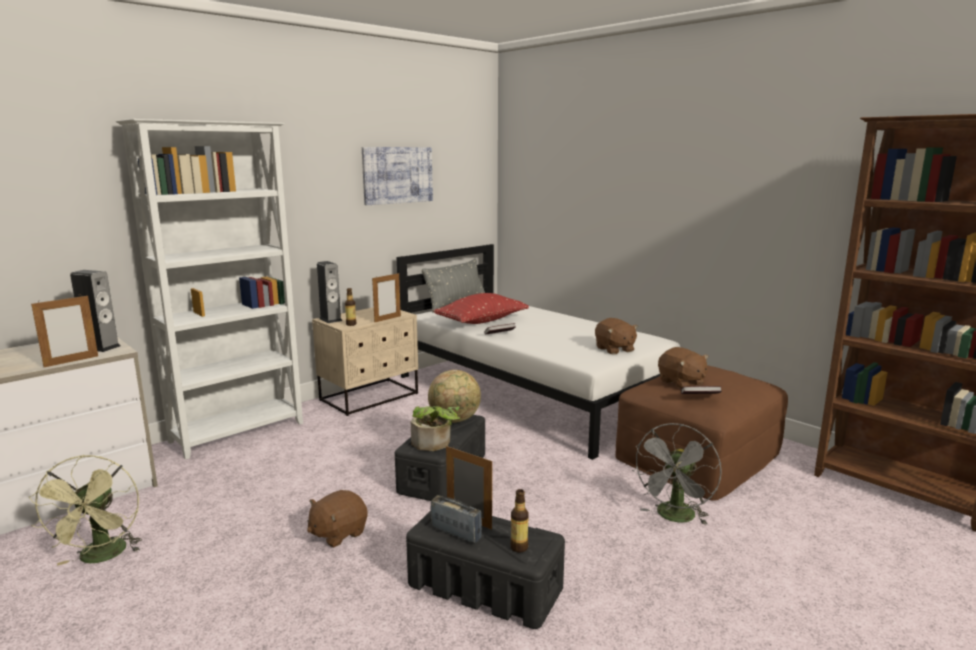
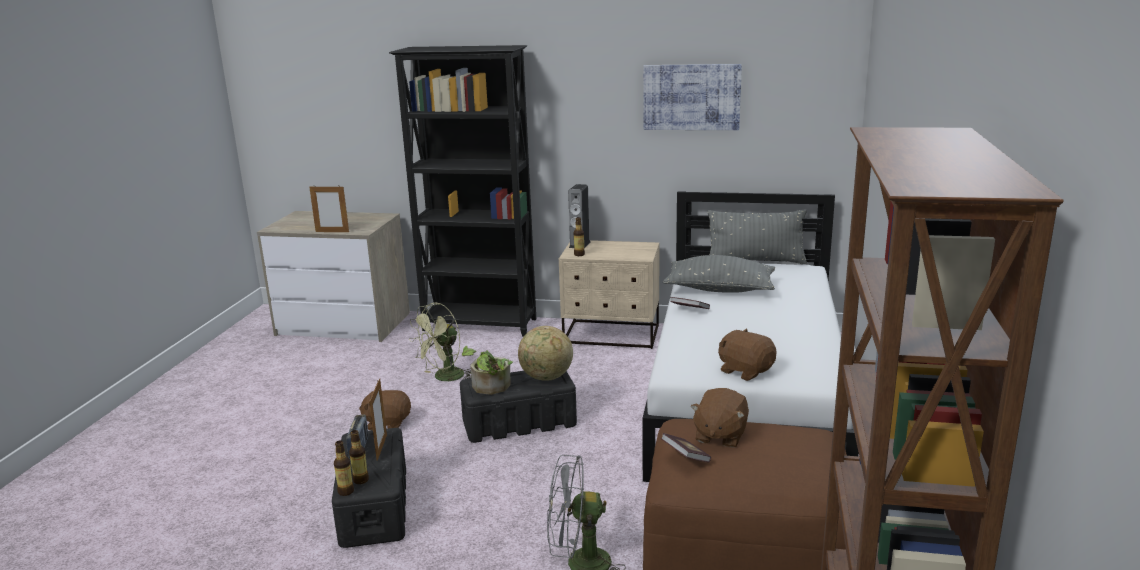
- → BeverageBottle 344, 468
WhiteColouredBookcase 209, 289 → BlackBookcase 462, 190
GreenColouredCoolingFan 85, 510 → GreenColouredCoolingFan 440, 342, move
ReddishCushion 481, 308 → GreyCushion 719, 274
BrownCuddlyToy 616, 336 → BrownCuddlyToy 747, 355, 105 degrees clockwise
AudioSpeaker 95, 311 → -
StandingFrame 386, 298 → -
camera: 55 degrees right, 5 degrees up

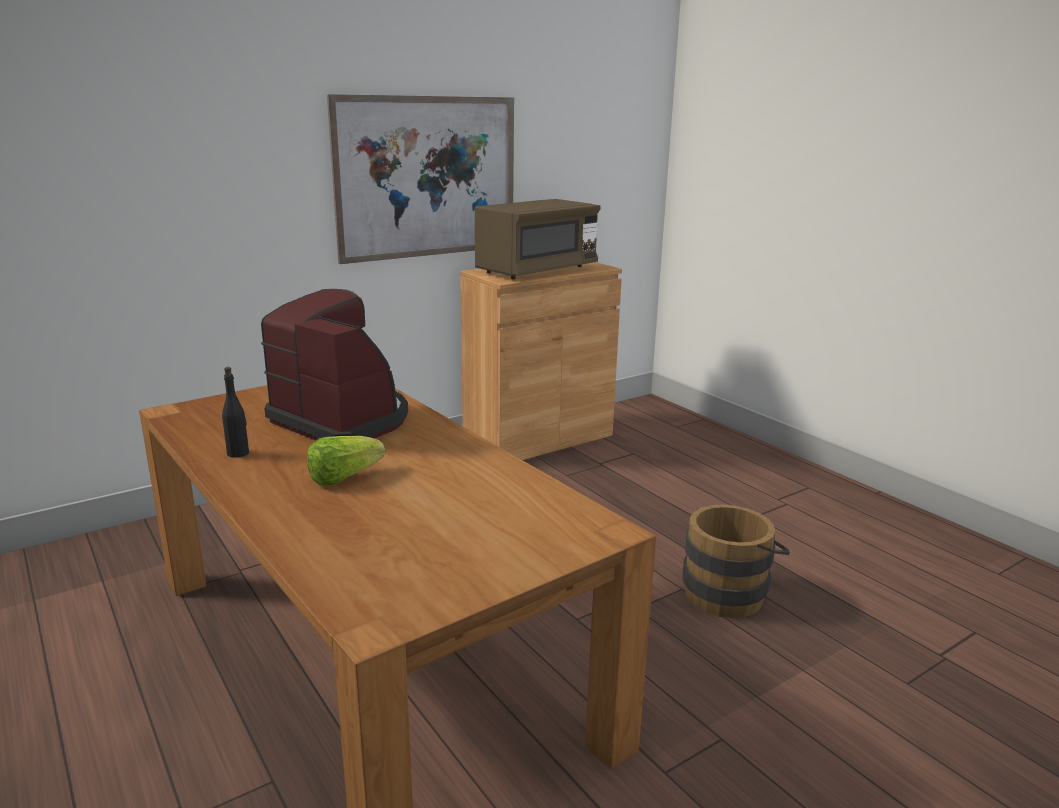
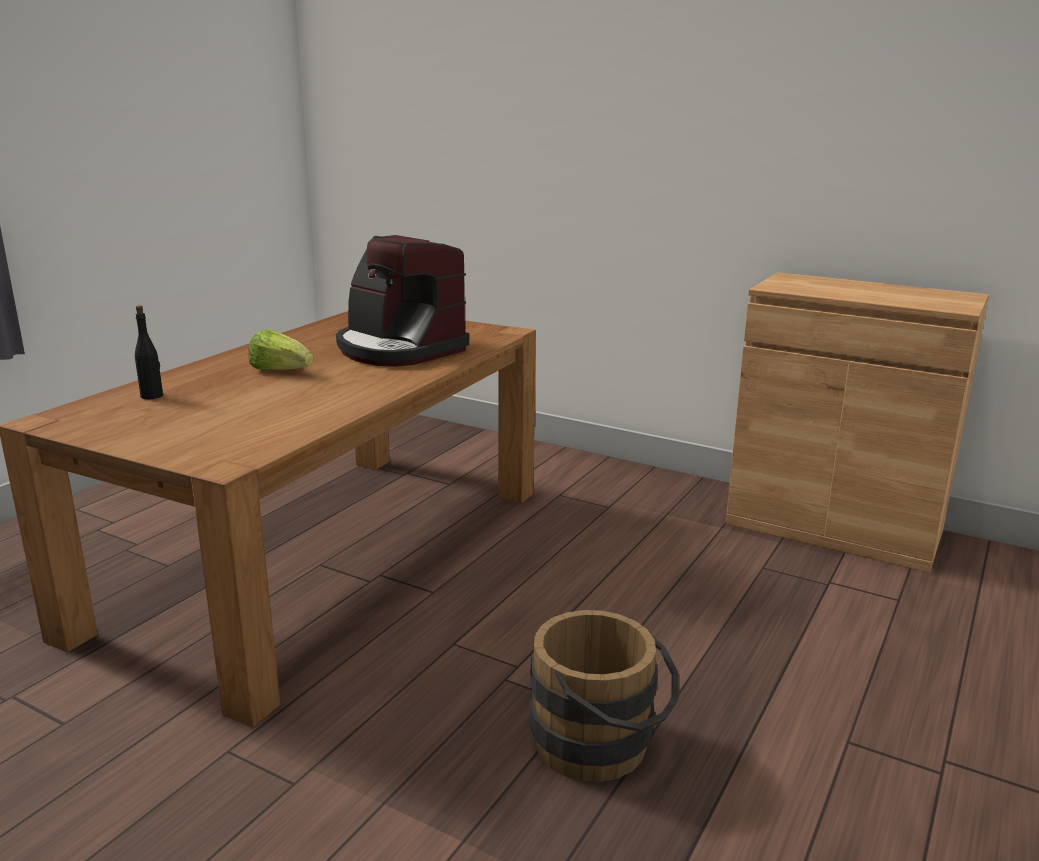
BlackBeverageBottle 235, 412 → BlackBeverageBottle 149, 352, move
CoffeeMaker 334, 365 → CoffeeMaker 402, 301, 120 degrees clockwise
WallArt 420, 179 → -
BrownKitchenMicrowave 538, 239 → -
camera: 65 degrees right, 0 degrees up

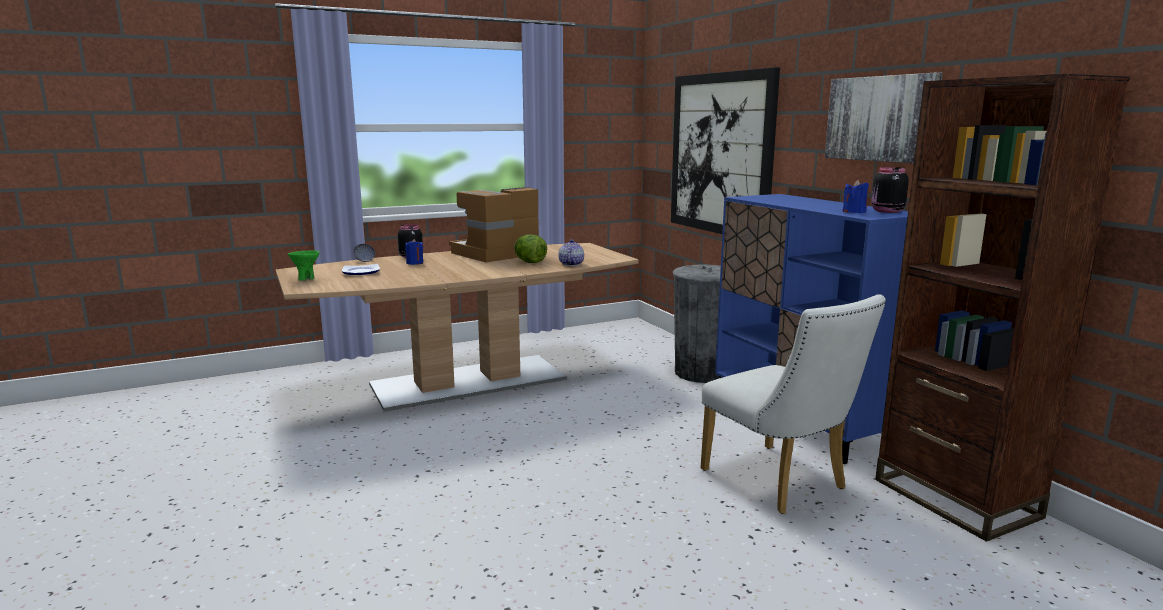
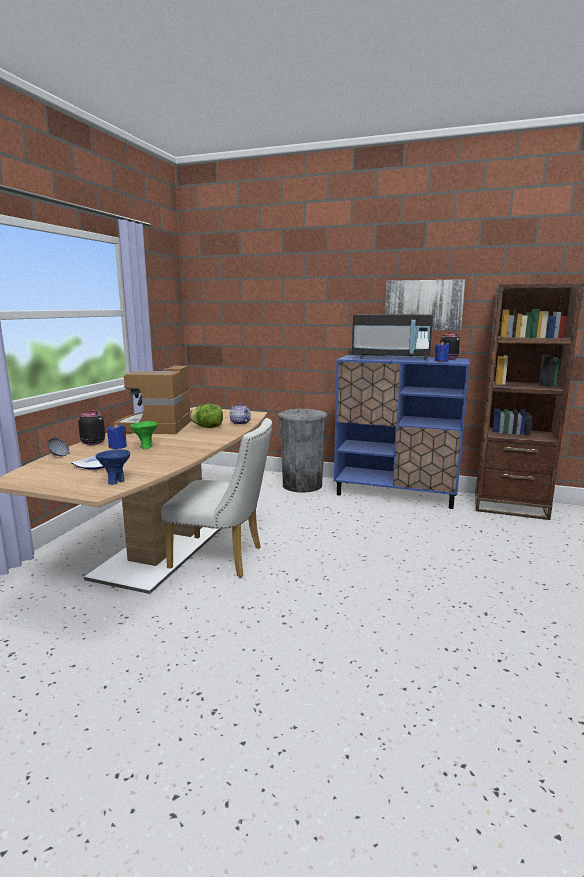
- → BlueDeepDish 113, 467
GreenColouredDeepDish 303, 265 → GreenColouredDeepDish 144, 435, move
WhiteColouredUprightChair 793, 404 → WhiteColouredUprightChair 216, 498, move
- → BlackKitchenMicrowave 392, 337
WallArt 725, 150 → -
camera: 45 degrees left, 0 degrees up

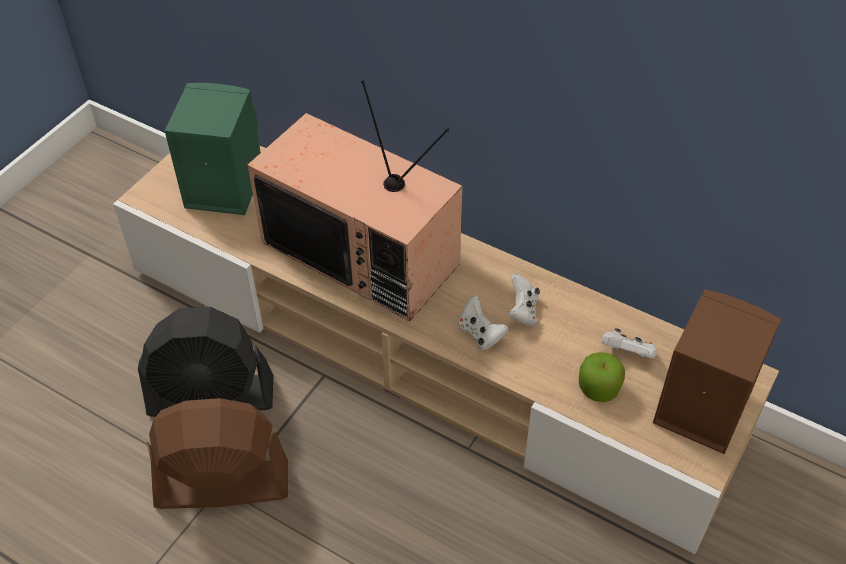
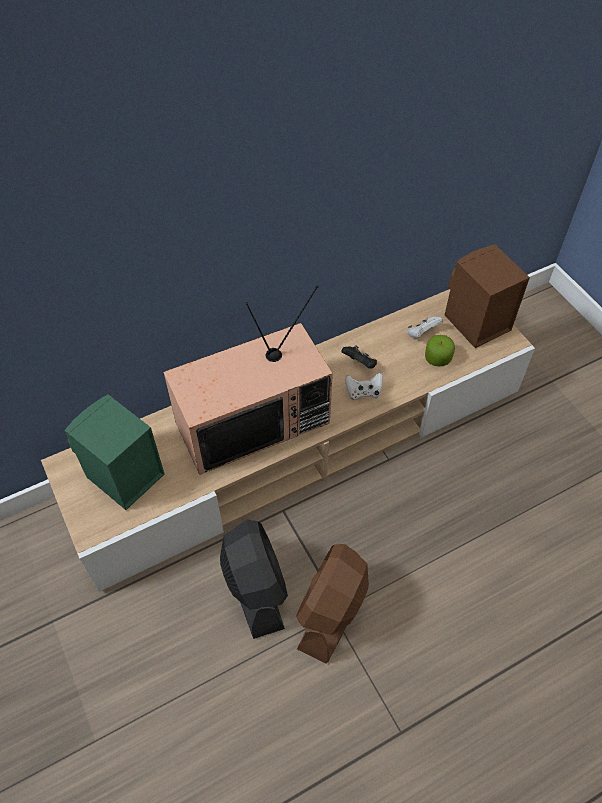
BlackCoolingFan 205, 362 → BlackCoolingFan 254, 579, 45 degrees counterclockwise
WhiteColouredJoypad 524, 300 → BlackJoypad 359, 357
camera: 60 degrees left, 5 degrees up

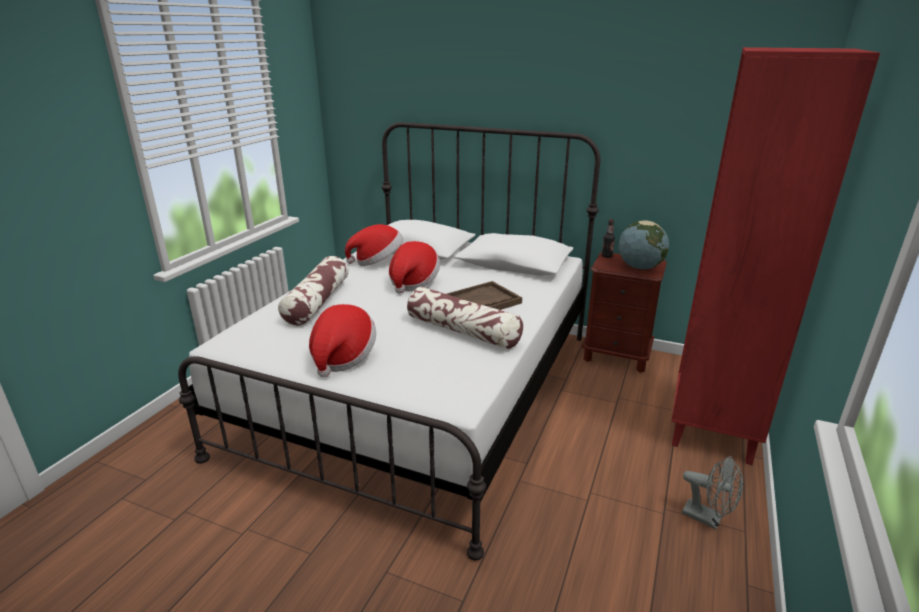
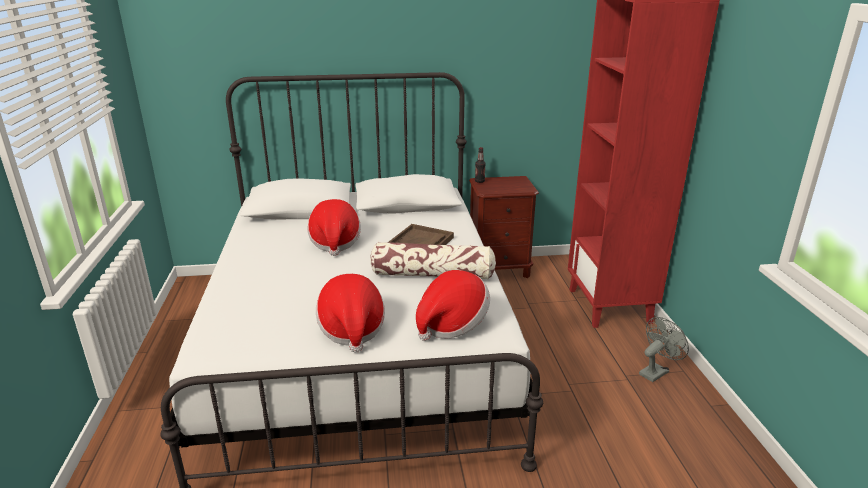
Hat 374, 245 → Hat 453, 305, move
GreyCoolingFan 712, 492 → GreyCoolingFan 664, 349, 45 degrees counterclockwise
Cushion 313, 291 → -
WorldGlobe 643, 245 → -
camera: 30 degrees left, 0 degrees up

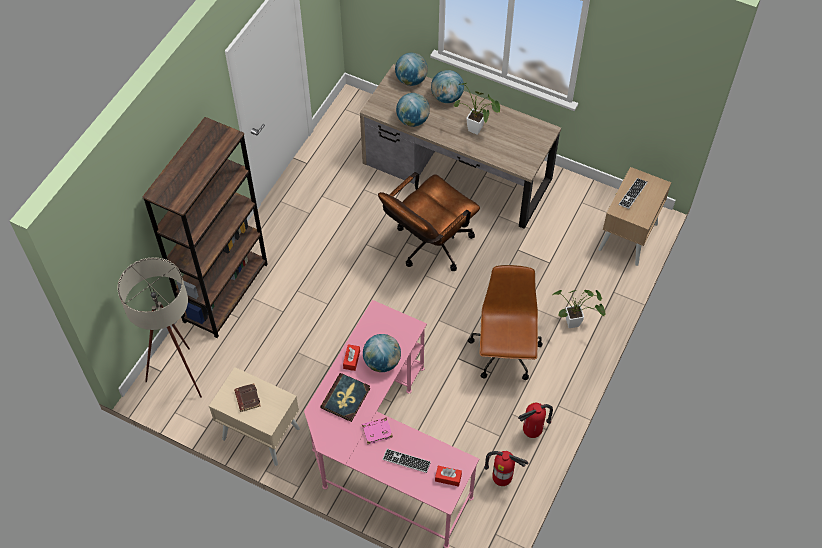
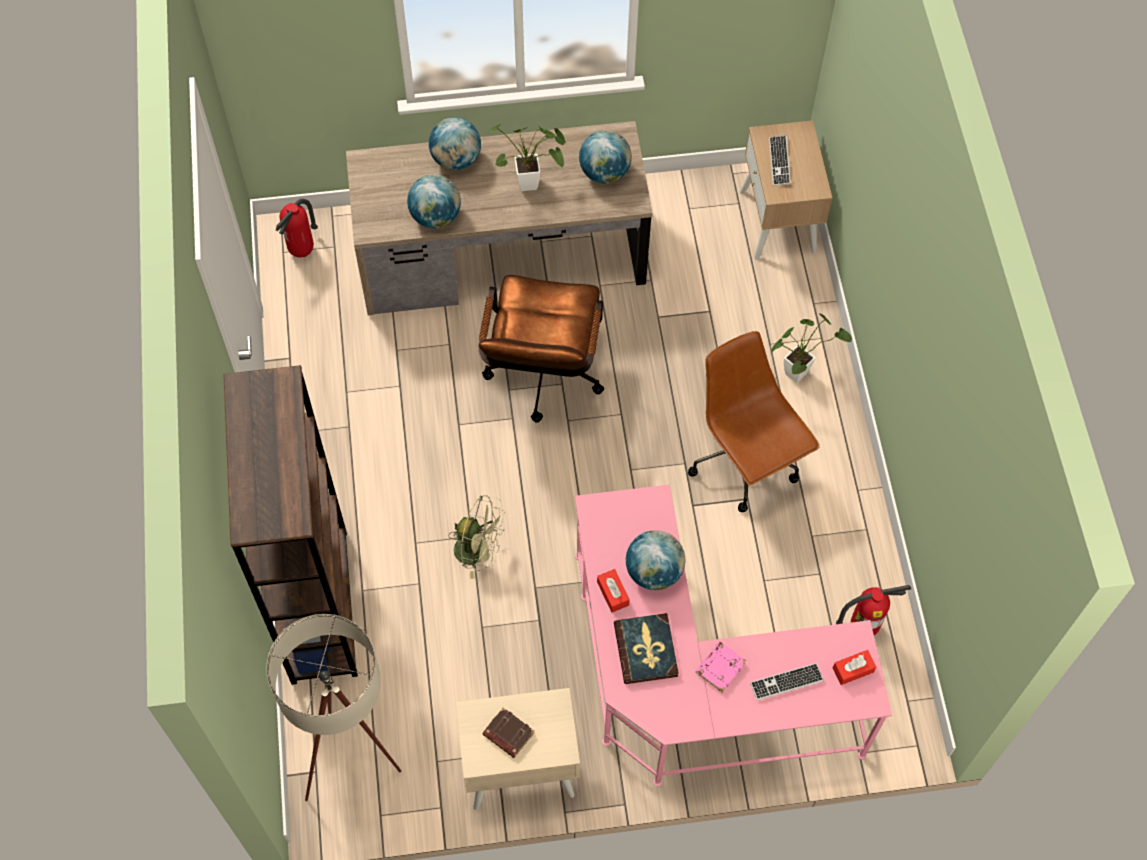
Extinguisher 535, 420 → Extinguisher 297, 228, move
- → GreenColouredCoolingFan 476, 537
WorldGlobe 411, 69 → WorldGlobe 605, 157, move
camera: 35 degrees left, 5 degrees up

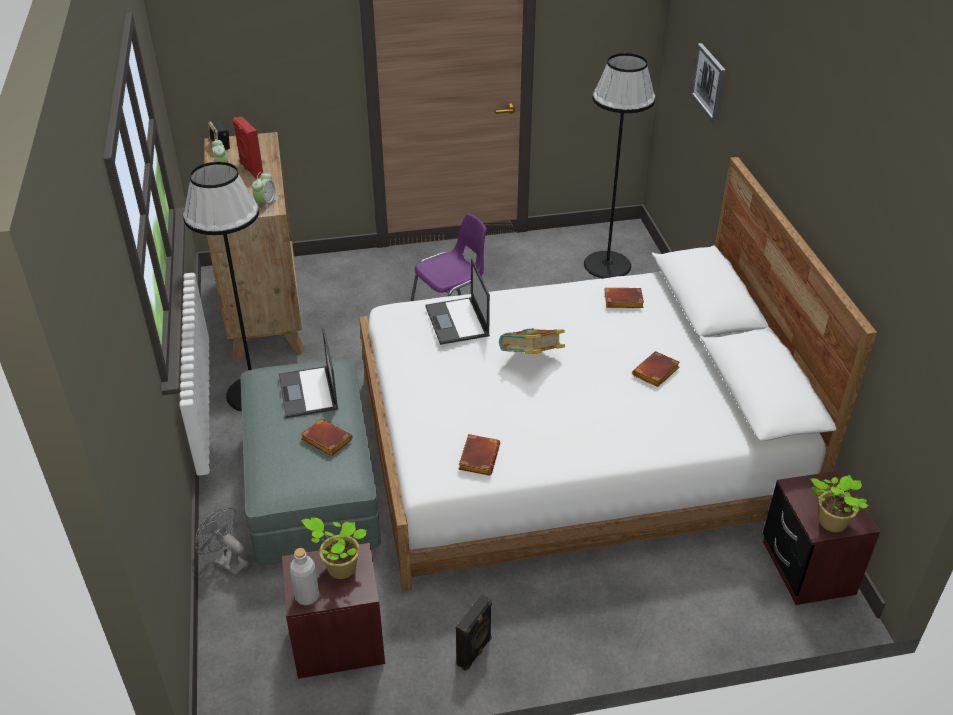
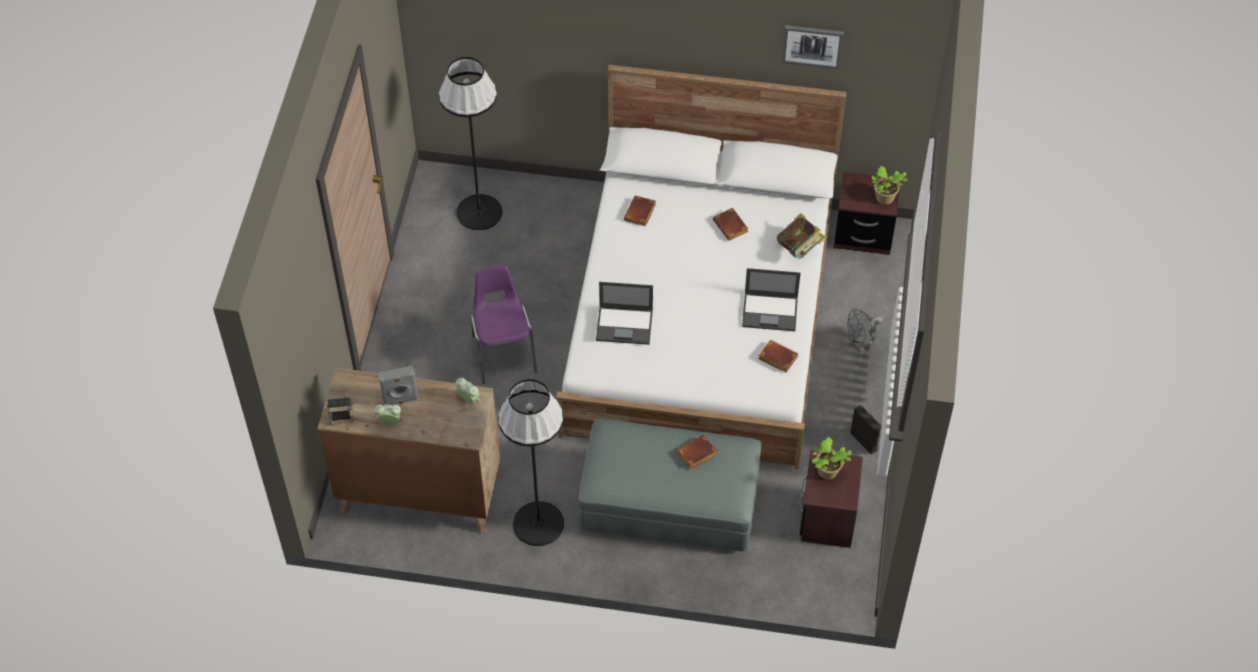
ReddishAudioSpeaker 248, 147 → GreyAudioSpeaker 398, 385
NotebookComputer 308, 373 → NotebookComputer 771, 299, move
Book 532, 341 → Book 801, 236, move
WallArt 708, 83 → WallArt 813, 47, move
GreyCoolingFan 222, 542 → GreyCoolingFan 865, 330, move
GreyBeverageBottle 304, 577 → -
camera: 70 degrees left, 15 degrees up

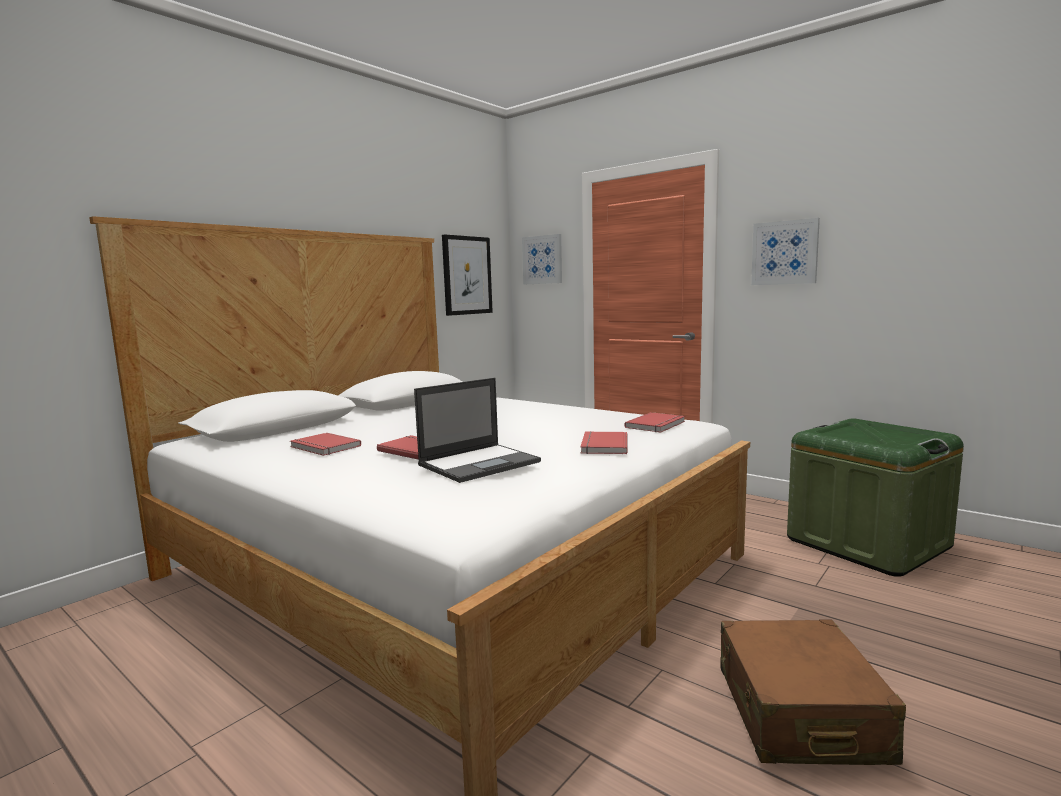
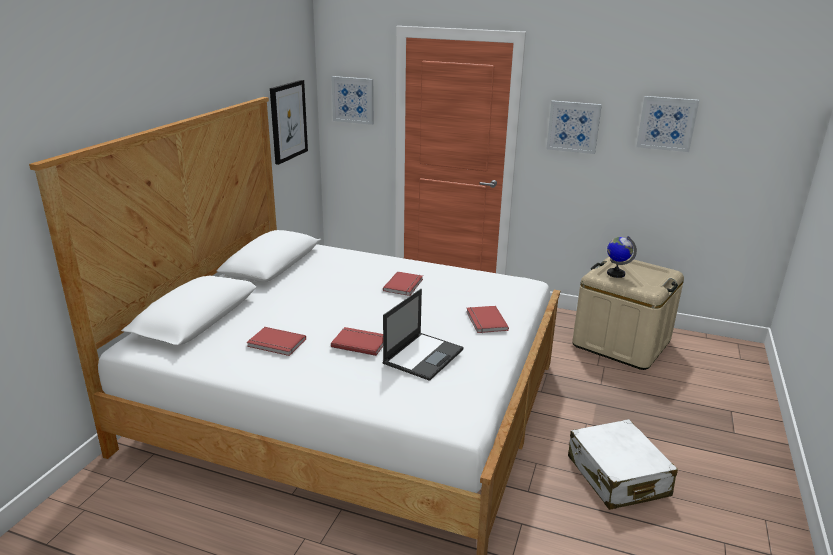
ReddishBook 655, 422 → ReddishBook 403, 283, move
BrownTravelCase 813, 692 → WhiteColouredTravelCase 623, 464
GreenColouredStorageBin 875, 497 → BeigeColouredStorageBin 628, 313
- → WorldGlobe 622, 257
- → WallArt 667, 124
camera: 20 degrees left, 15 degrees up

